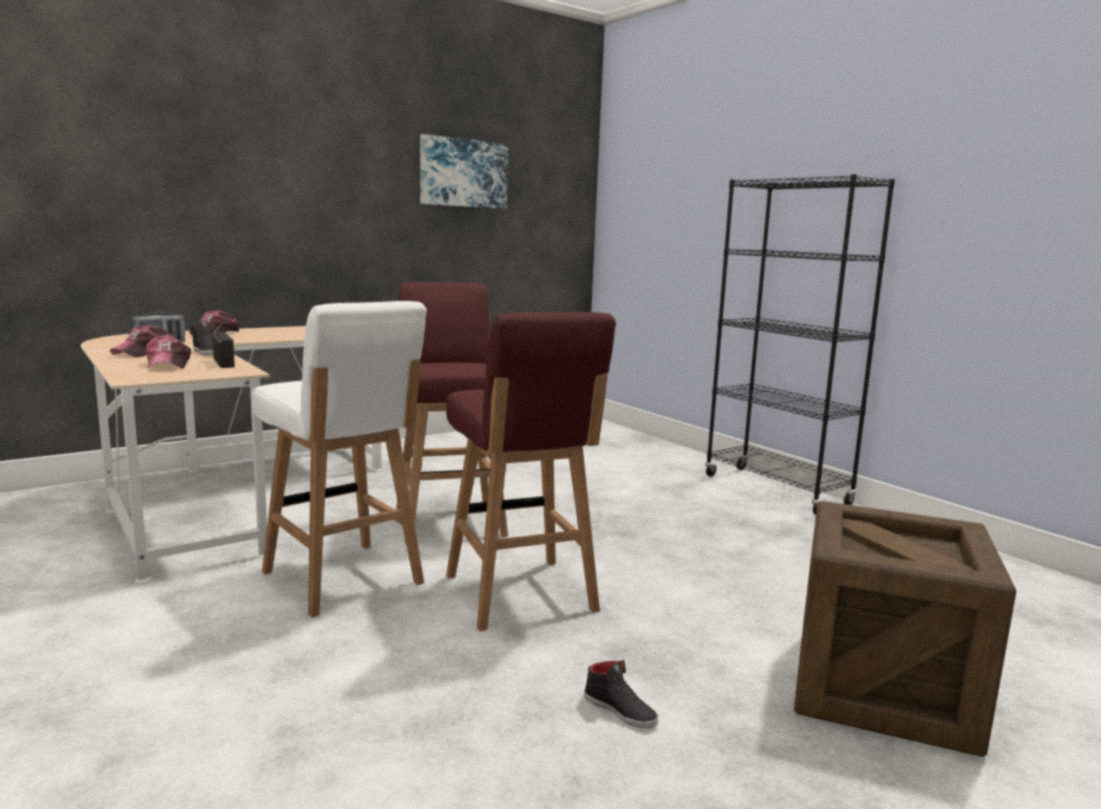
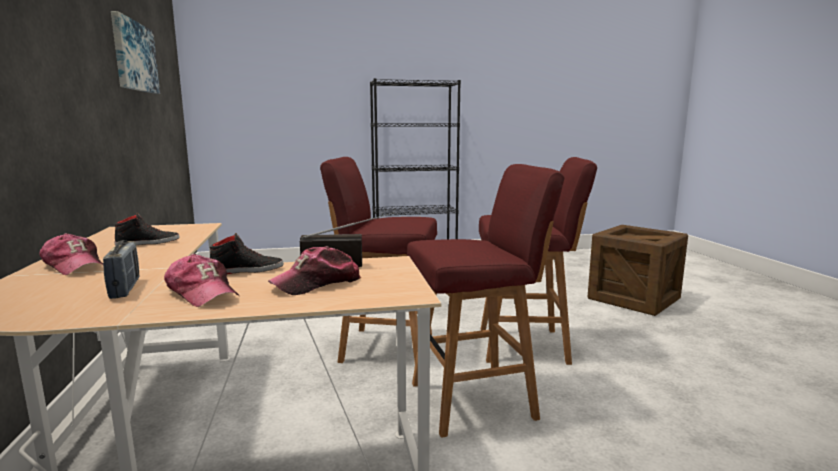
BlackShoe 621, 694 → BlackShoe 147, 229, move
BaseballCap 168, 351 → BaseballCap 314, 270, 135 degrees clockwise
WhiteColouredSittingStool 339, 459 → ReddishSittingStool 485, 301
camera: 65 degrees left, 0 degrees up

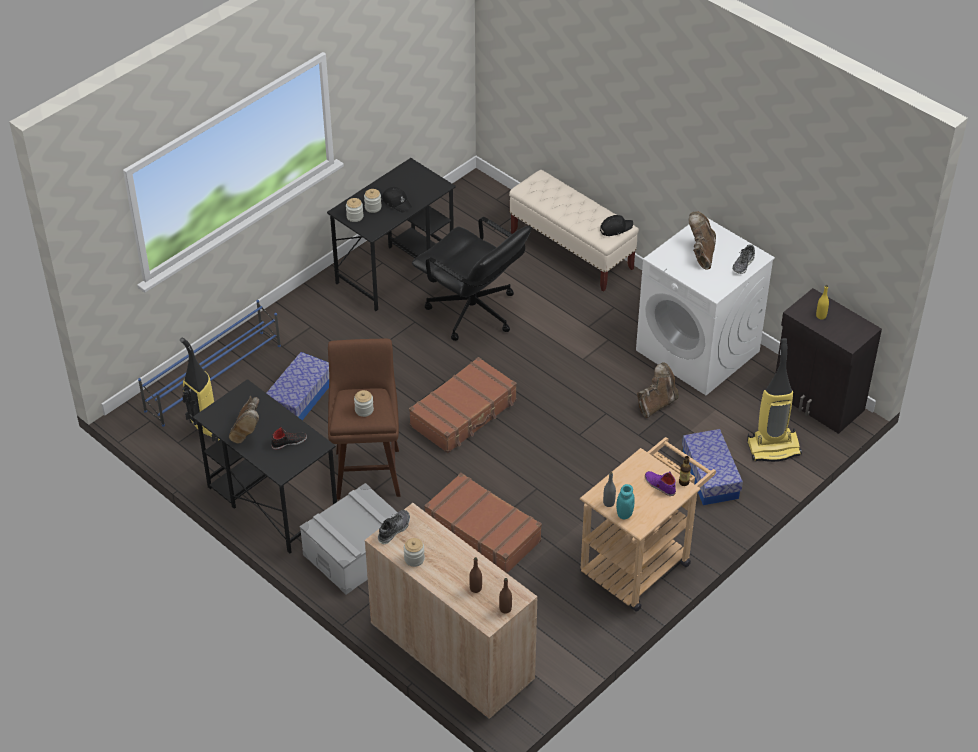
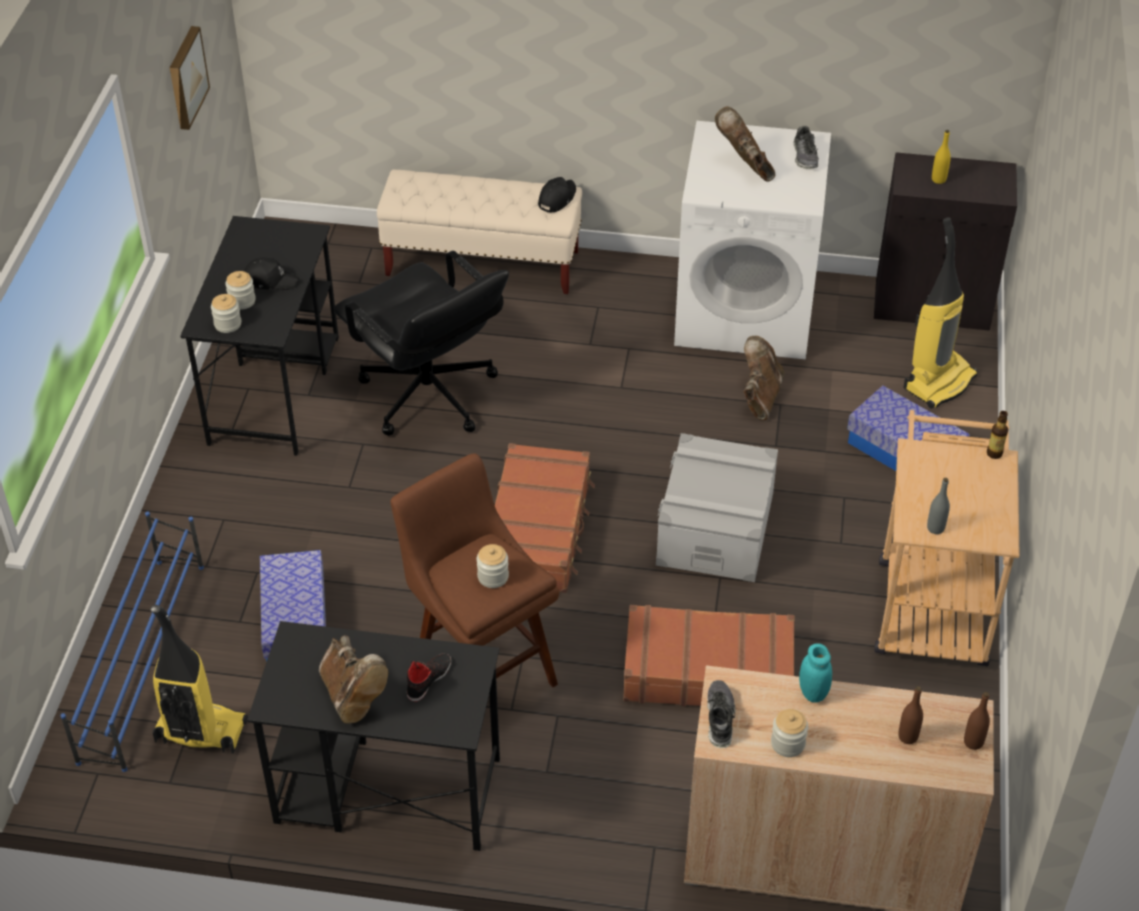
- → WallArt 190, 78
BlackDeskChair 471, 279 → BlackDeskChair 421, 343, 45 degrees clockwise
GreyStorageBin 349, 539 → GreyStorageBin 717, 507, move
BlueGreenStorageJar 625, 501 → BlueGreenStorageJar 815, 673, move
PurplishShoe 660, 483 → -
camera: 35 degrees left, 0 degrees up

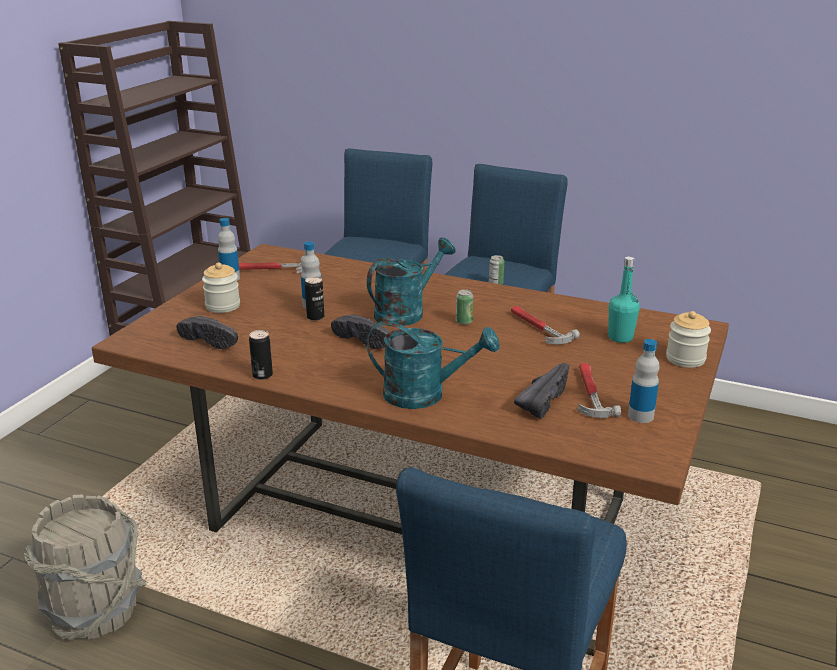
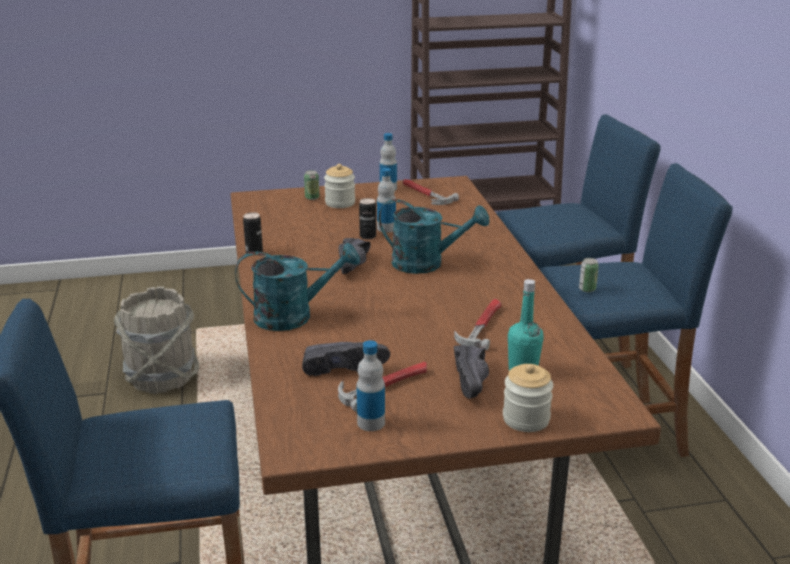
BlueGreenSprinklingCan 433, 365 → BlueGreenSprinklingCan 297, 287, 75 degrees counterclockwise
Can 465, 307 → Can 311, 185, move
BlackShoe 207, 332 → BlackShoe 471, 371, move
camera: 55 degrees right, 0 degrees up

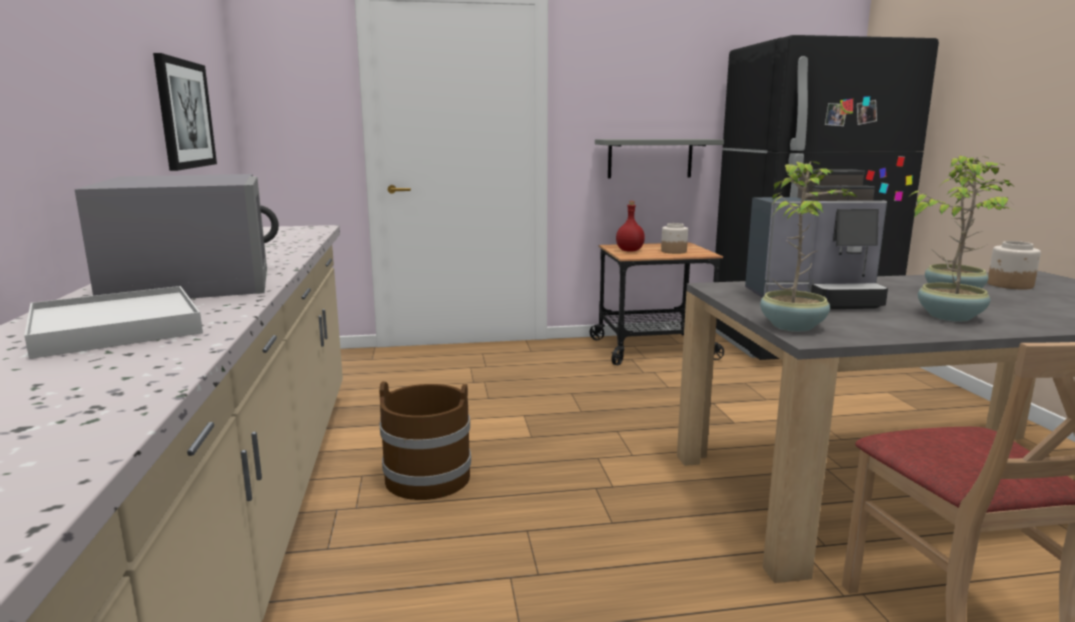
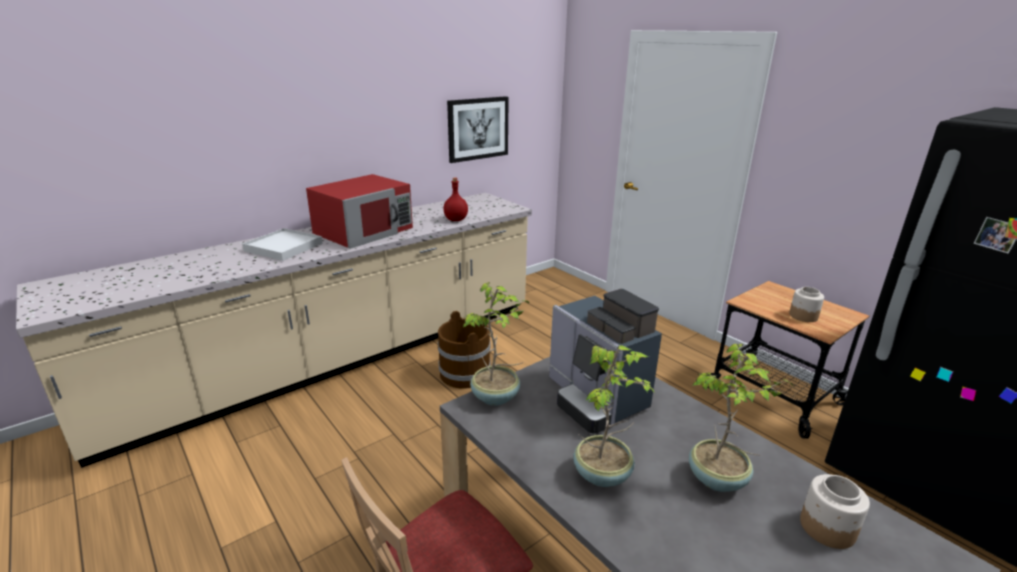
GreyKitchenMicrowave 176, 236 → ReddishKitchenMicrowave 359, 211
ReddishBeverageBottle 630, 226 → ReddishBeverageBottle 455, 199, move
GreyShelf 659, 158 → -
camera: 60 degrees right, 10 degrees up

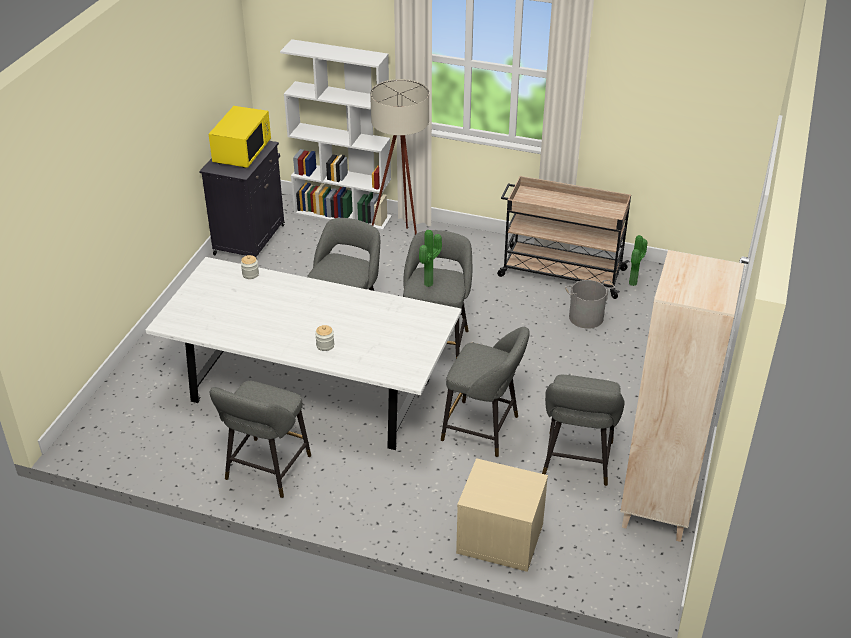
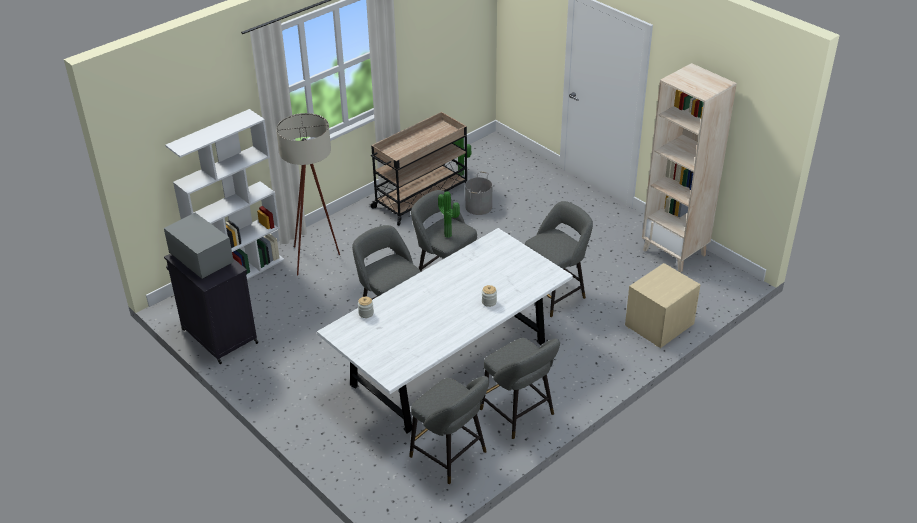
YellowColouredKitchenMicrowave 240, 137 → GreyKitchenMicrowave 199, 246
GreySittingStool 583, 430 → GreySittingStool 449, 430, move
camera: 60 degrees left, 0 degrees up

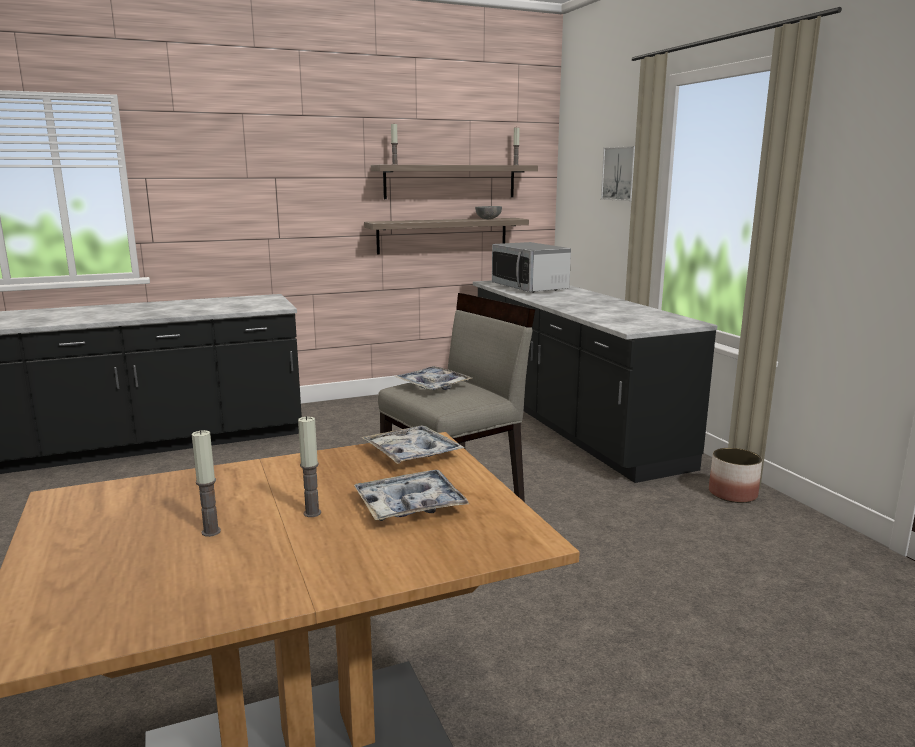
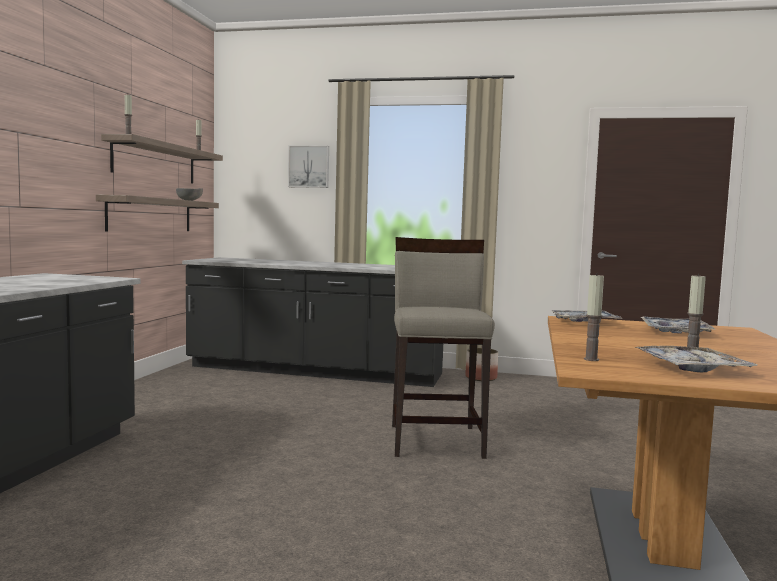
Candle 309, 466 → Candle 594, 317, move
CarryingTray 433, 378 → CarryingTray 696, 359, move
KitchenMicrowave 531, 267 → -
camera: 55 degrees left, 10 degrees down

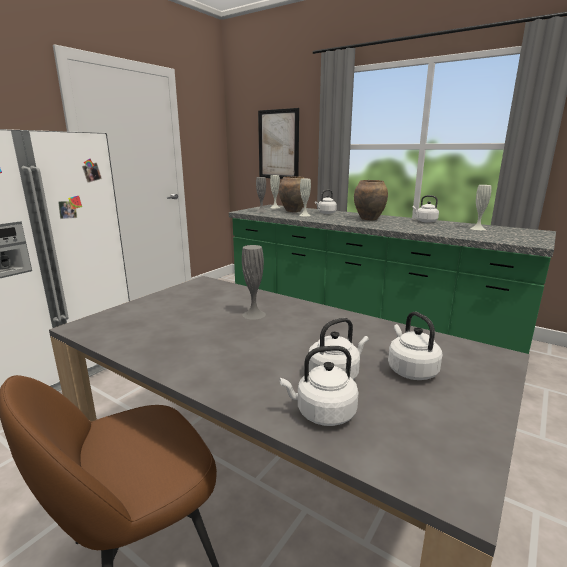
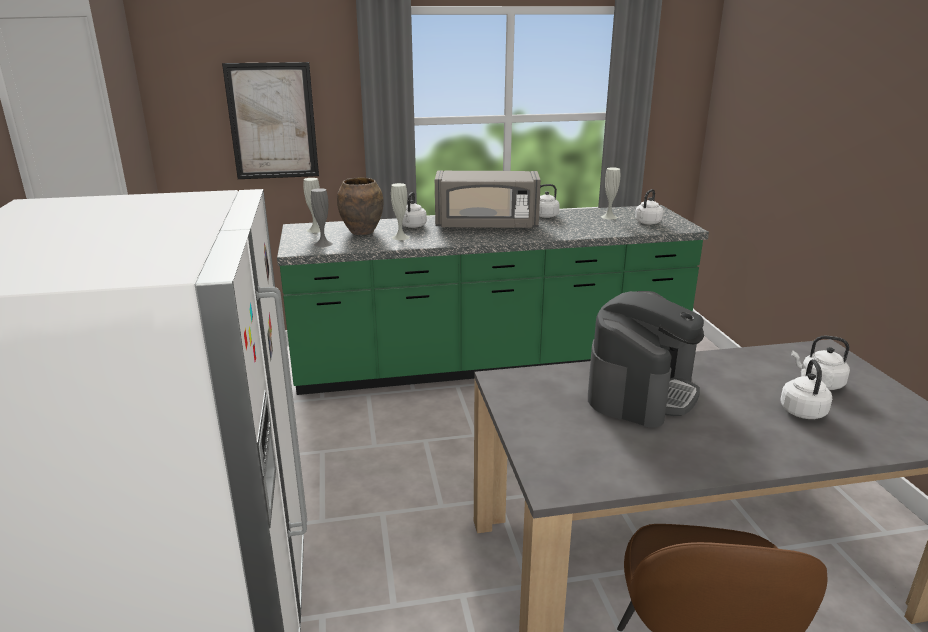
BrownFlowerVase 371, 200 → GreyKitchenMicrowave 488, 200
GreyFlowerVase 254, 282 → CoffeeMaker 646, 359
WhiteColouredKettle 319, 386 → WhiteColouredKettle 649, 206, move
camera: 45 degrees left, 5 degrees up

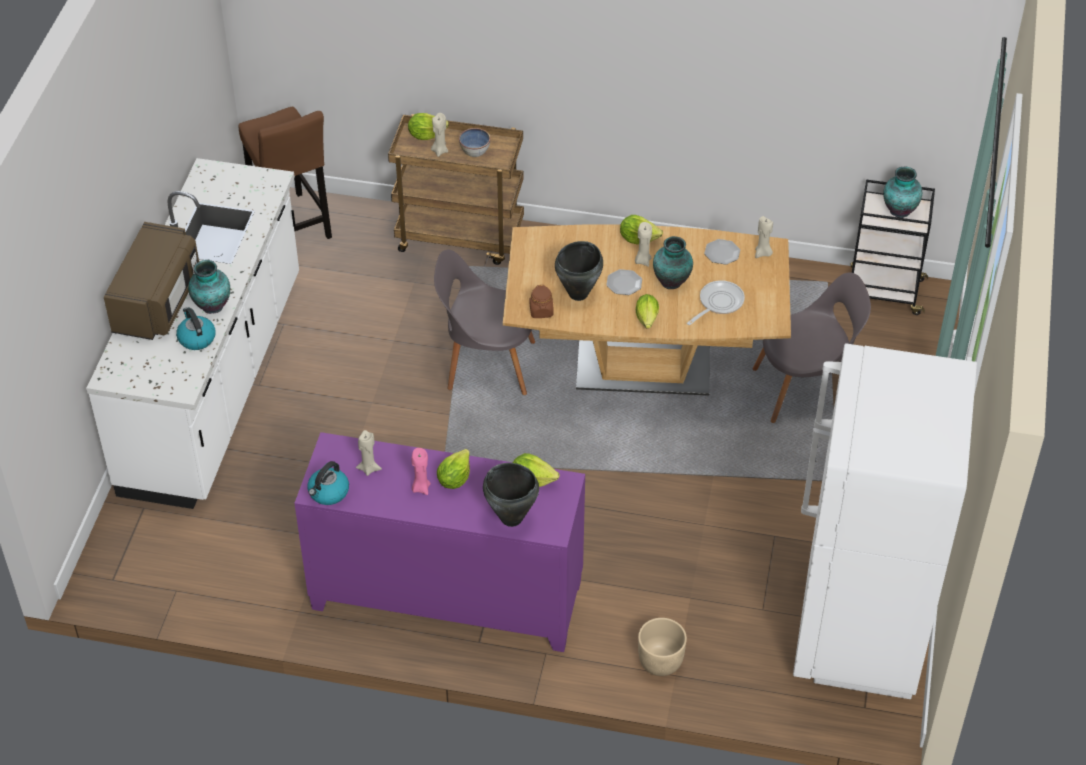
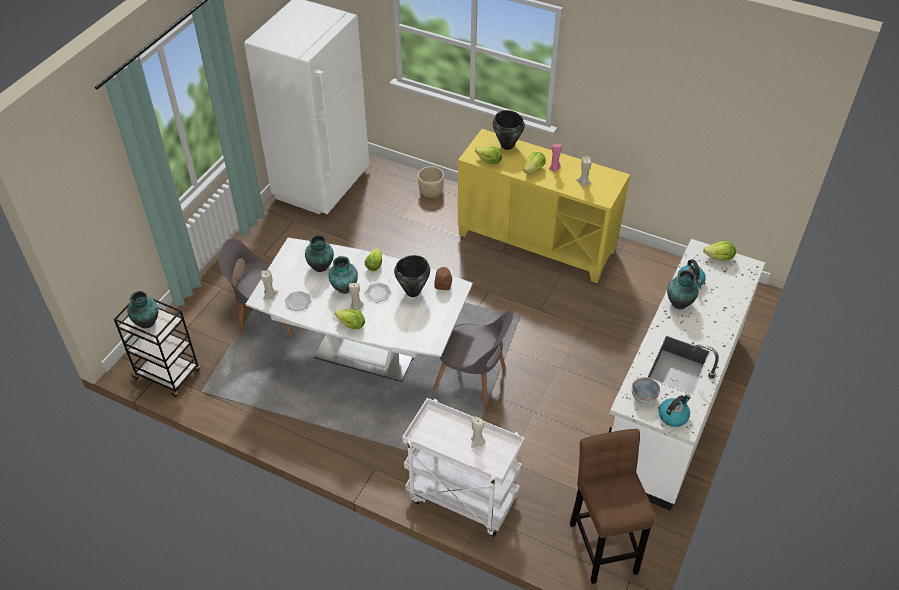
BrownKitchenTable 647, 310 → WhiteColouredKitchenTable 359, 310
Pan 716, 302 → FlowerVase 319, 253
BrownTrolley 456, 189 → WhiteColouredTrolley 463, 467
PurplishCupboard 439, 542 → YellowColouredCupboard 544, 206
DeepDish 474, 142 → DeepDish 646, 390, move
Kettle 328, 483 → Kettle 675, 410, move
LettuceHead 428, 126 → LettuceHead 719, 250, move
BrownKitchenMicrowave 151, 281 → -
camera: 165 degrees left, 0 degrees up

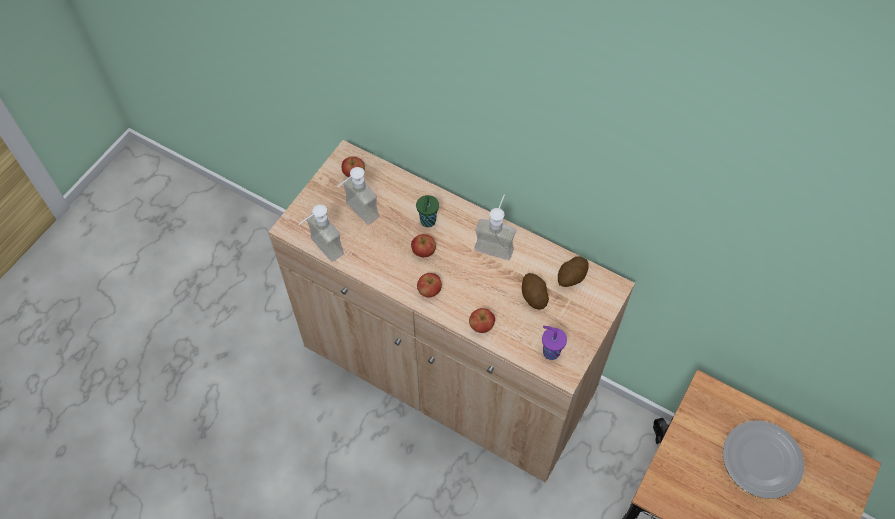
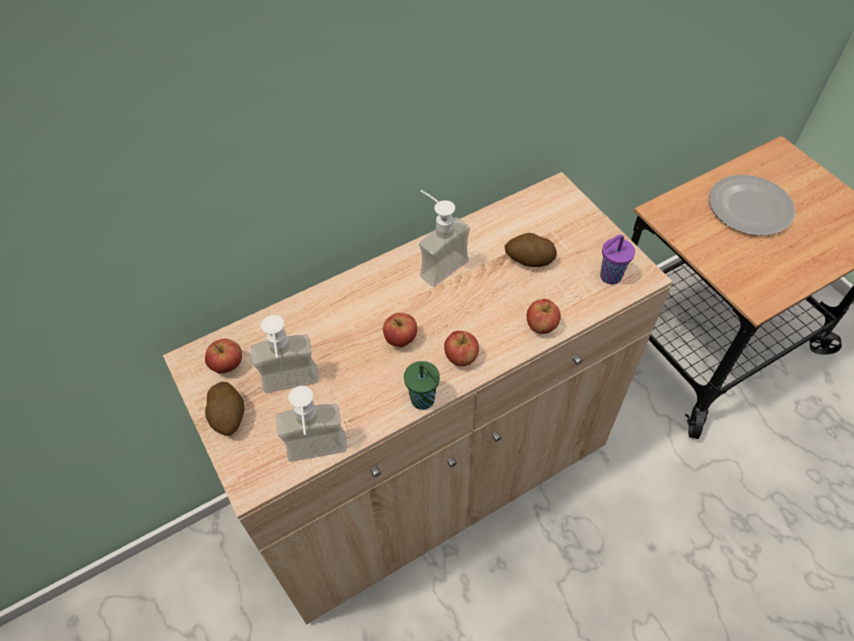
WholePotato 573, 271 → WholePotato 224, 409, move
GreenColouredSmallCup 427, 211 → GreenColouredSmallCup 422, 385, move
camera: 60 degrees left, 5 degrees down

